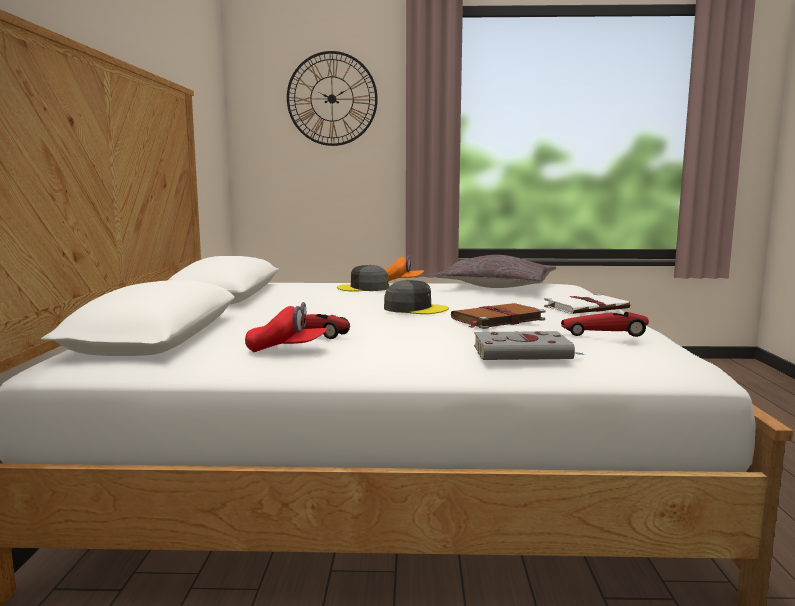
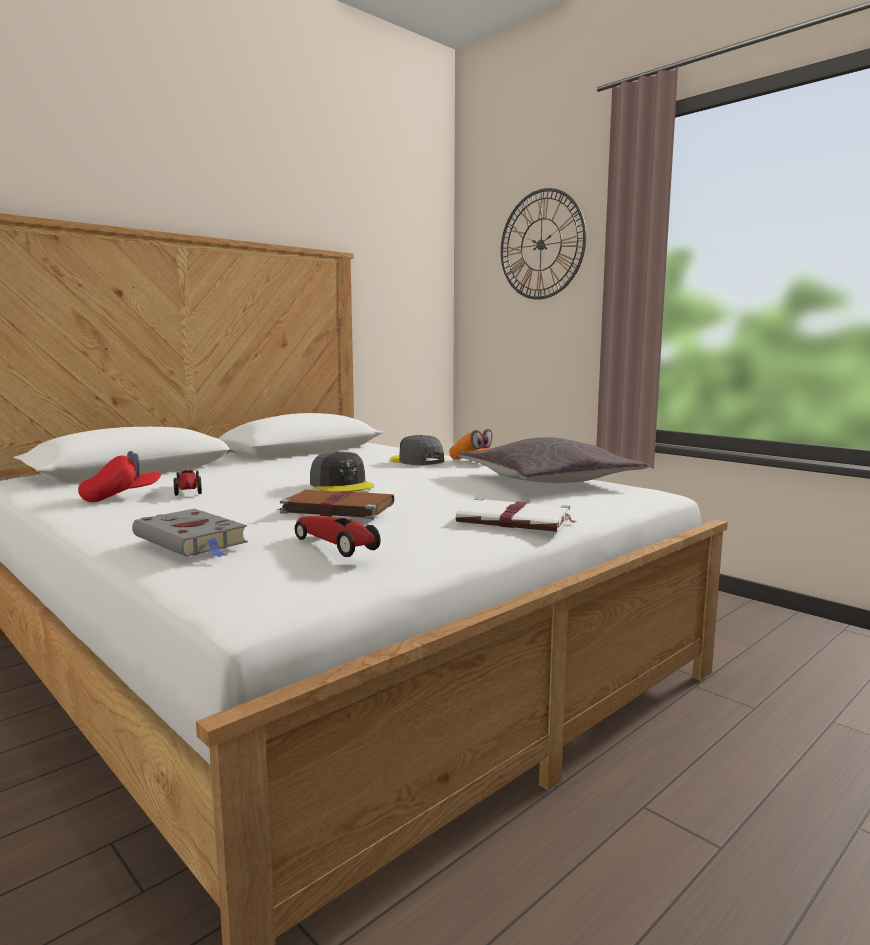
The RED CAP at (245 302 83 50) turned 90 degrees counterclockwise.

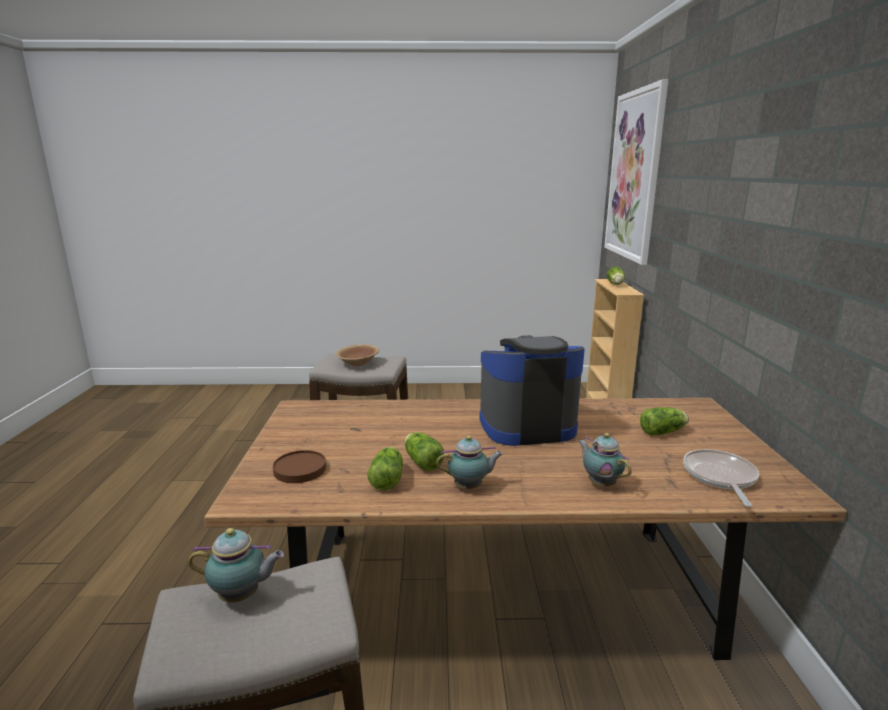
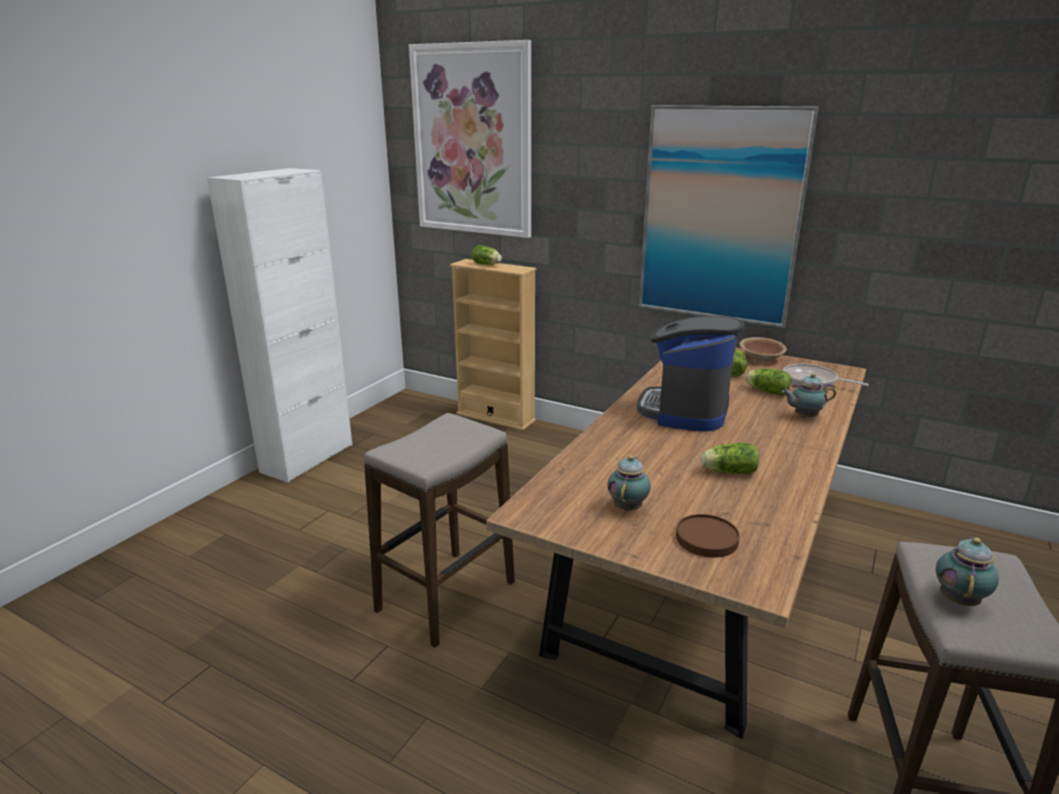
The BROWN BOWL moved from (336 344 43 22) to (740 337 47 25).
The LETTUCE moved from (367 447 36 43) to (745 368 46 28).
The TEAPOT moved from (436 435 67 54) to (608 455 43 56).
The WHITE CABINET at (207 168 145 315) appeared.
The PICTURE at (639 105 180 223) appeared.

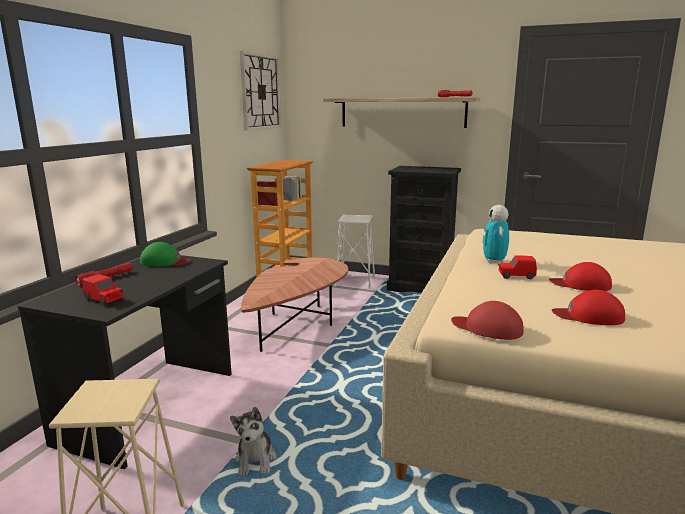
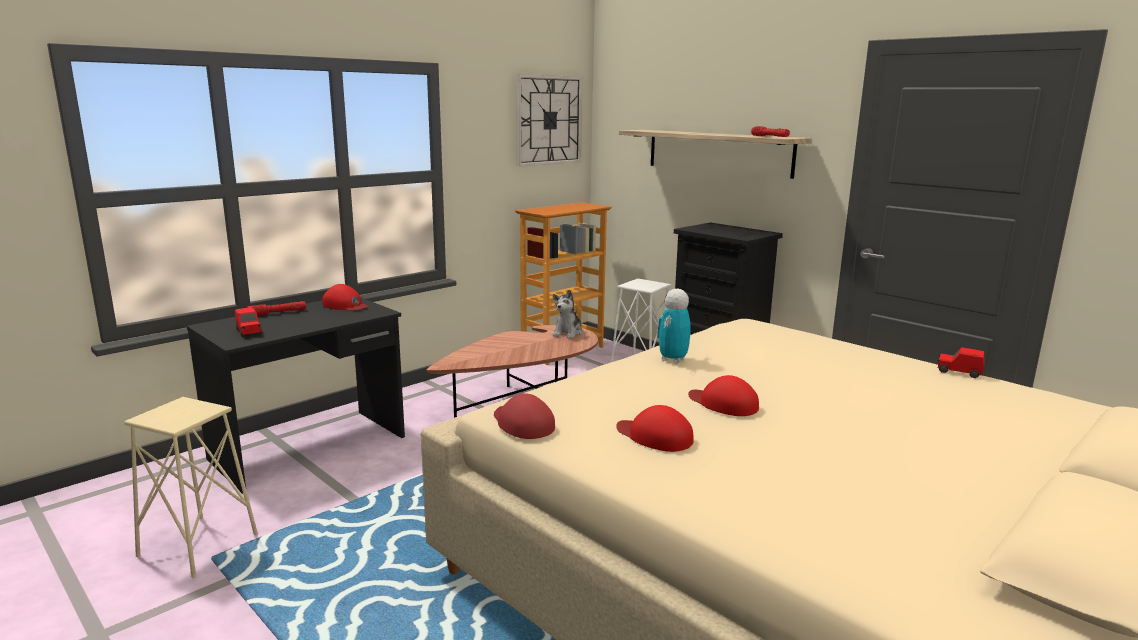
The GREEN CAP at (140 242 51 25) became the RED CAP at (322 284 47 27).
The PLUSH TOY moved from (230 407 46 68) to (553 290 30 49).
The RED TOY CAR moved from (498 255 39 24) to (938 347 47 31).

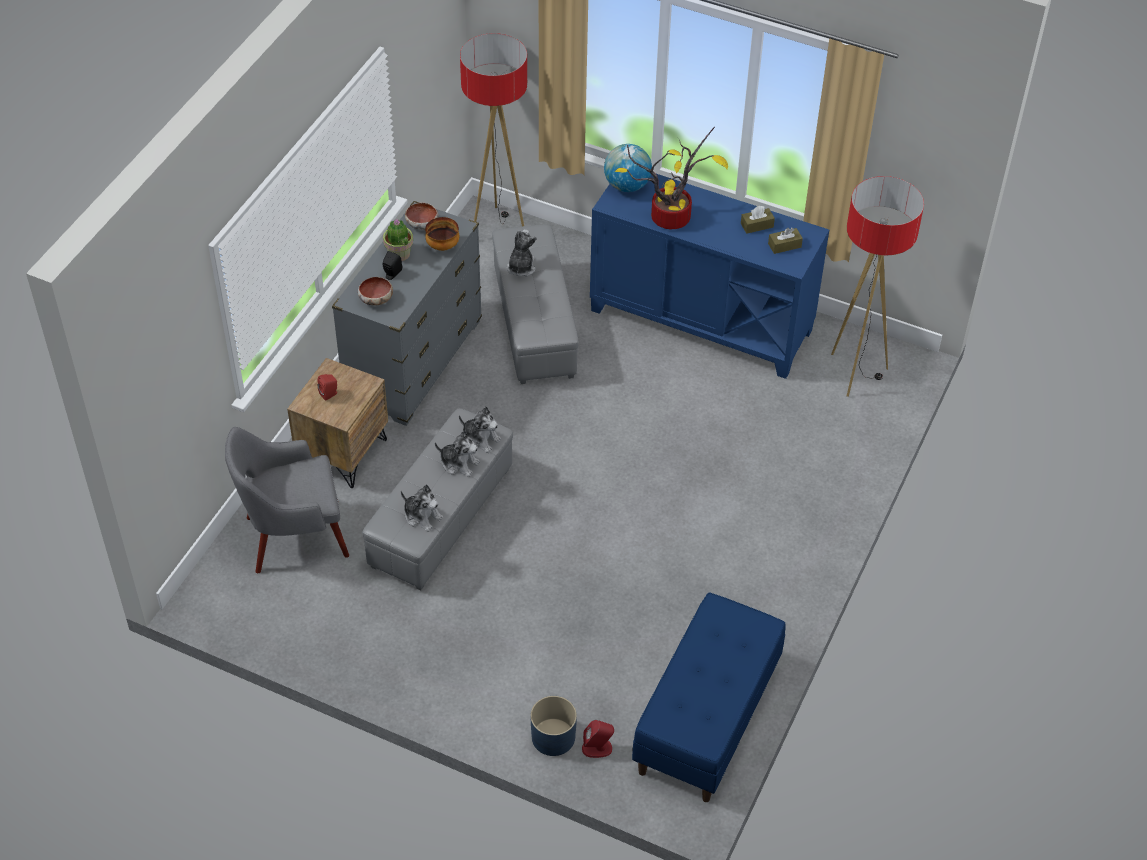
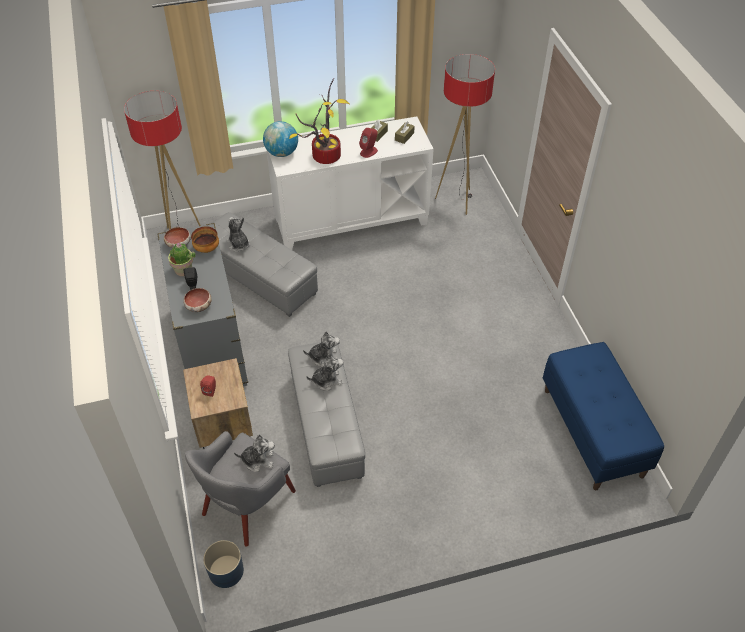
The PLUSH TOY moved from (401 485 42 47) to (234 434 41 38).
The BLUE PLANTER moved from (531 696 46 60) to (203 540 41 48).
The RED SPEAKER moved from (582 720 32 38) to (359 128 19 30).
The BLUE CABINET at (590 173 239 206) became the WHITE CABINET at (267 116 167 134).

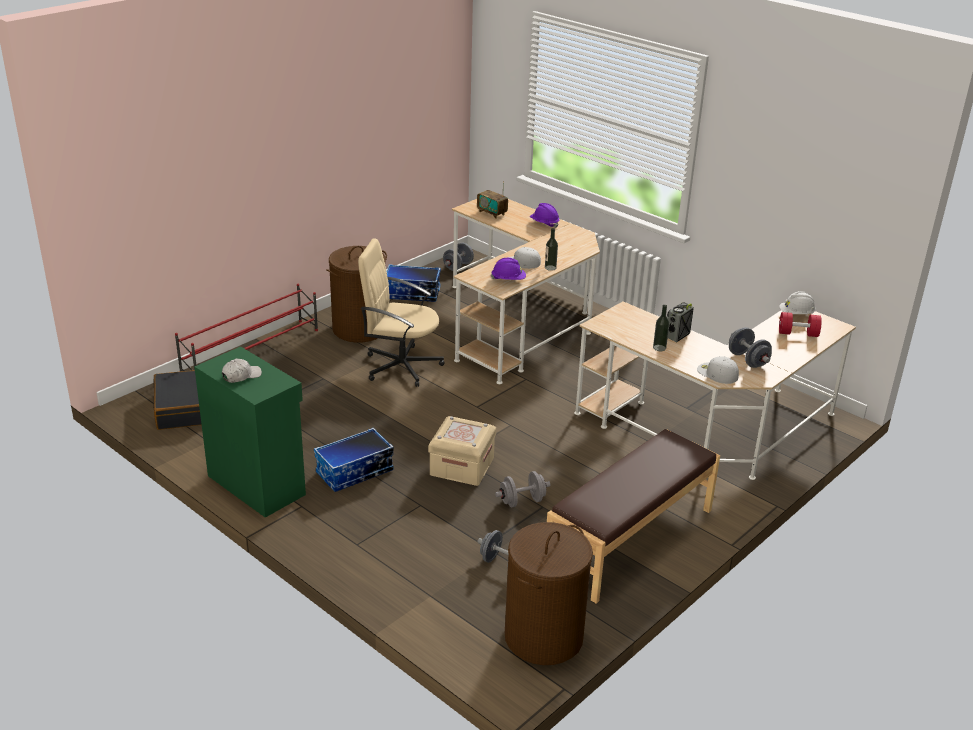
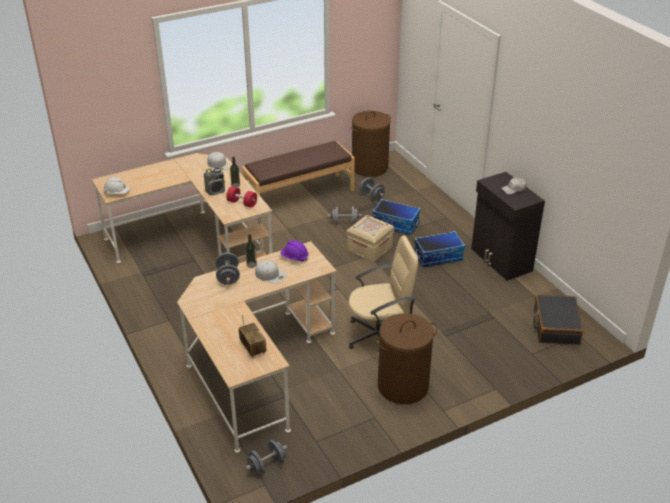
The RED SHOE RACK at (175 284 143 88) disappeared.
The GREEN CABINET at (194 346 112 172) became the BLACK CABINET at (471 172 74 109).
The BEIGE OFFICE CHAIR at (358 239 86 148) turned 45 degrees counterclockwise.
The STORAGE BOX moved from (386 264 55 38) to (372 199 49 36).
The PURPLE HARD HAT at (530 203 29 25) disappeared.
The GREY DUMBBELL moved from (729 327 43 41) to (215 252 25 33).
The RED DUMBBELL moved from (779 312 43 25) to (226 186 31 22).

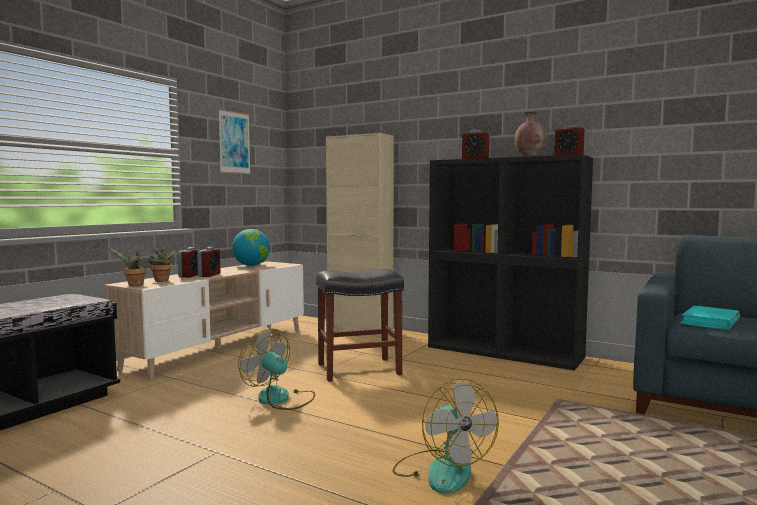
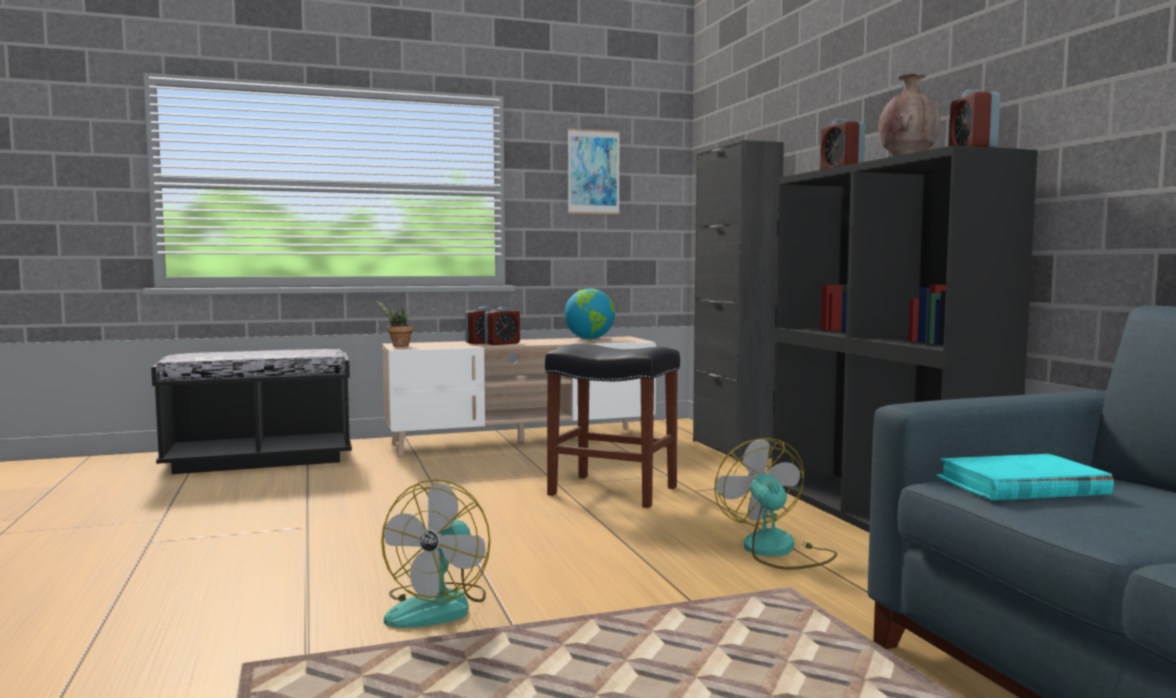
The POTTED PLANT at (148 244 29 38) disappeared.
The FAN moved from (238 329 77 81) to (714 438 124 132).
The BEIGE CABINET at (326 133 68 203) became the BLACK CABINET at (693 140 91 321).

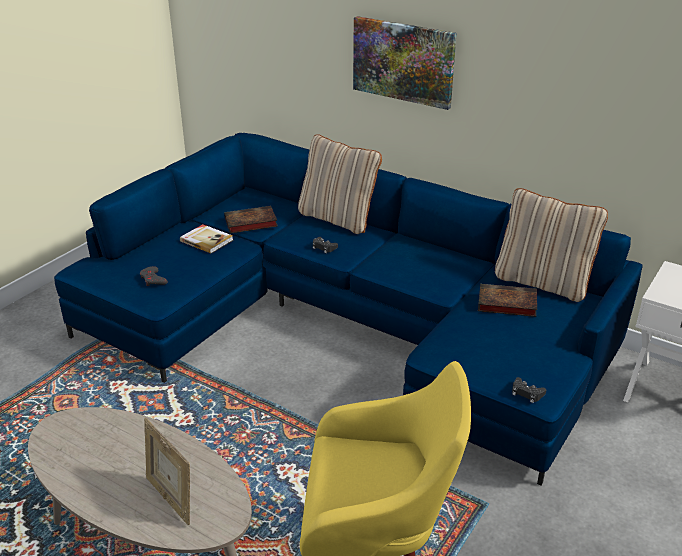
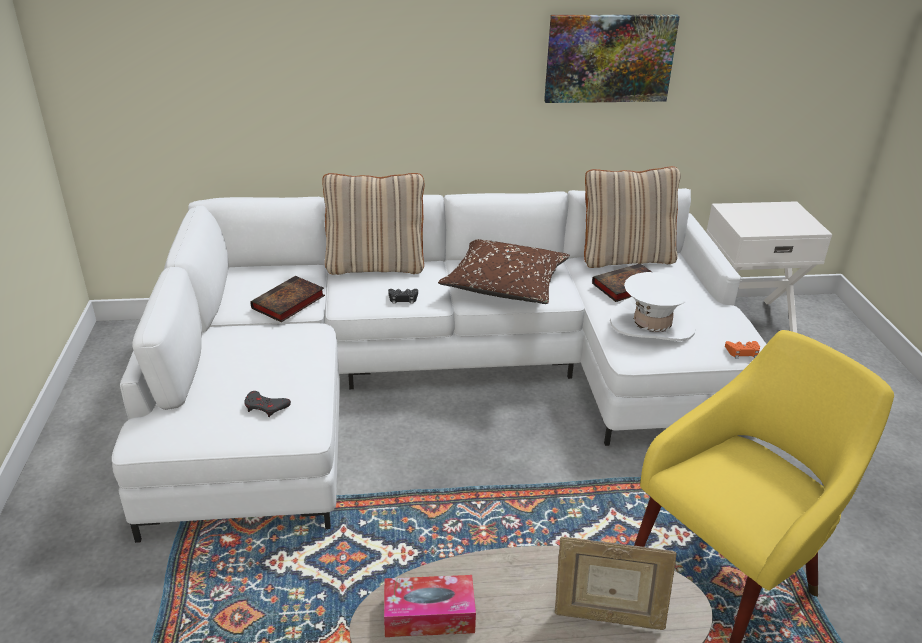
The BLUE SOFA at (54 133 589 353) became the WHITE SOFA at (112 188 654 355).
The BOOK at (180 224 53 29) disappeared.
The PICTURE moved from (353 16 104 94) to (544 15 136 88).
The BLACK GAME CONTROLLER at (512 377 34 26) became the ORANGE GAME CONTROLLER at (725 341 35 17).
The TISSUE BOX at (384 575 92 62) appeared.
The BROWN PILLOW at (438 239 132 65) appeared.
The WHITE HAT at (610 272 86 69) appeared.

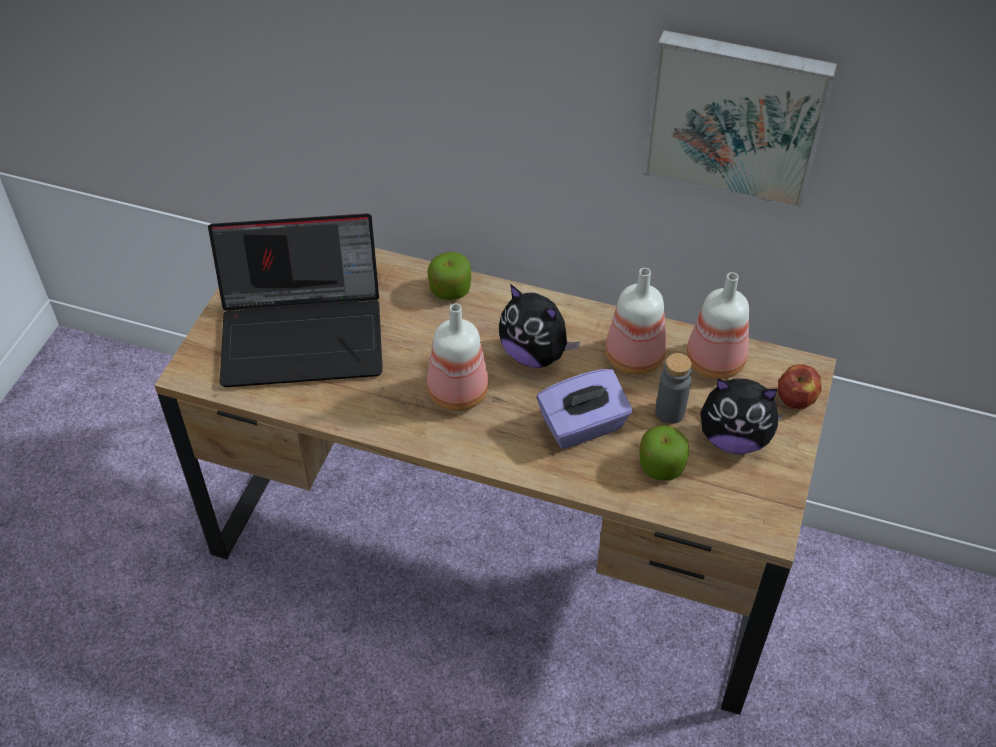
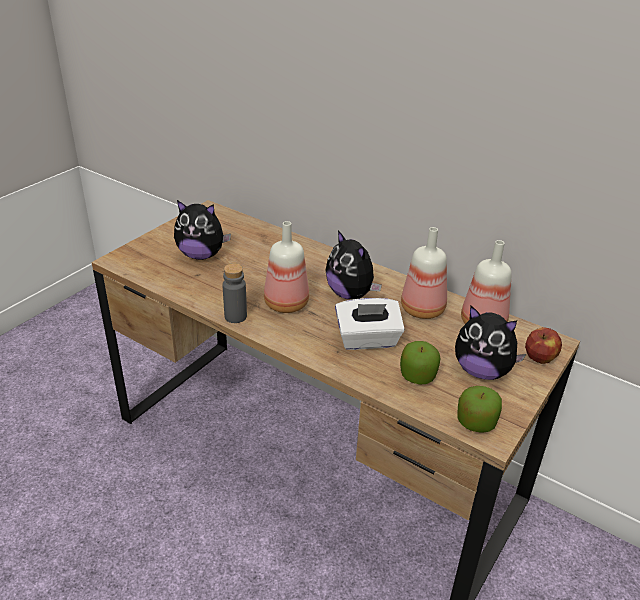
The LAPTOP at (208 214 175 173) was replaced by the PLUSH TOY at (174 200 57 60).
The APPLE moved from (428 252 43 48) to (457 386 45 47).
The PURPLE TISSUE BOX at (537 369 95 80) became the WHITE TISSUE BOX at (335 298 70 52).
The PICTURE at (643 30 194 179) disappeared.
The GREY BOTTLE moved from (655 353 36 71) to (222 263 25 60).

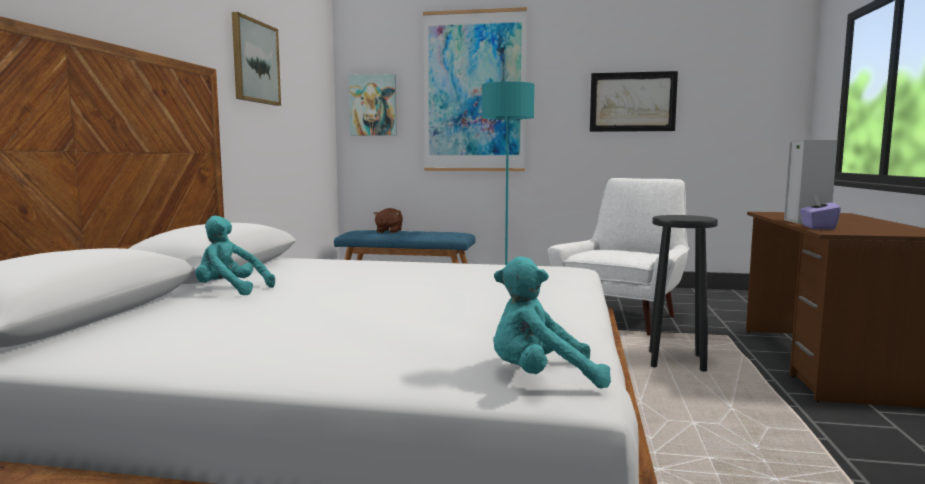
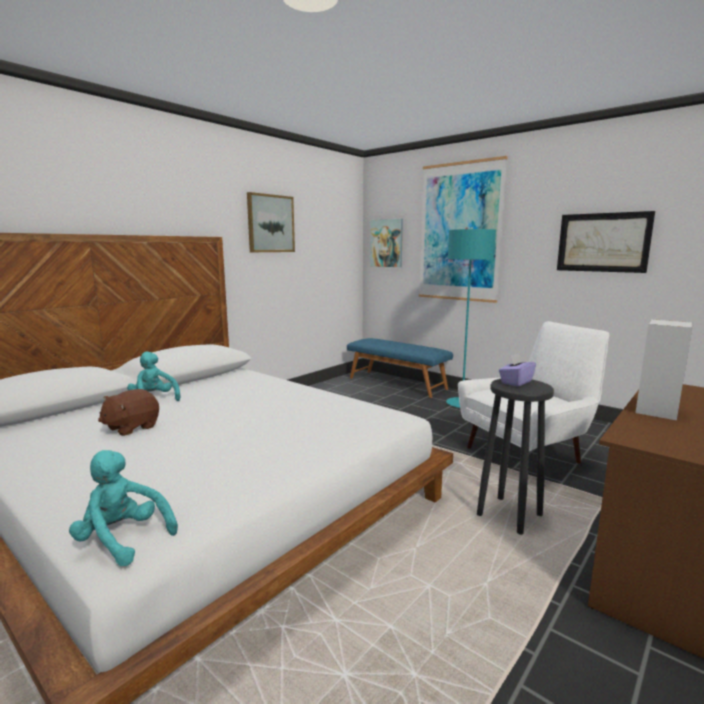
The BROWN PLUSH TOY moved from (373 208 30 25) to (98 389 61 47).
The PURPLE TISSUE BOX moved from (800 195 41 35) to (499 353 37 34).

